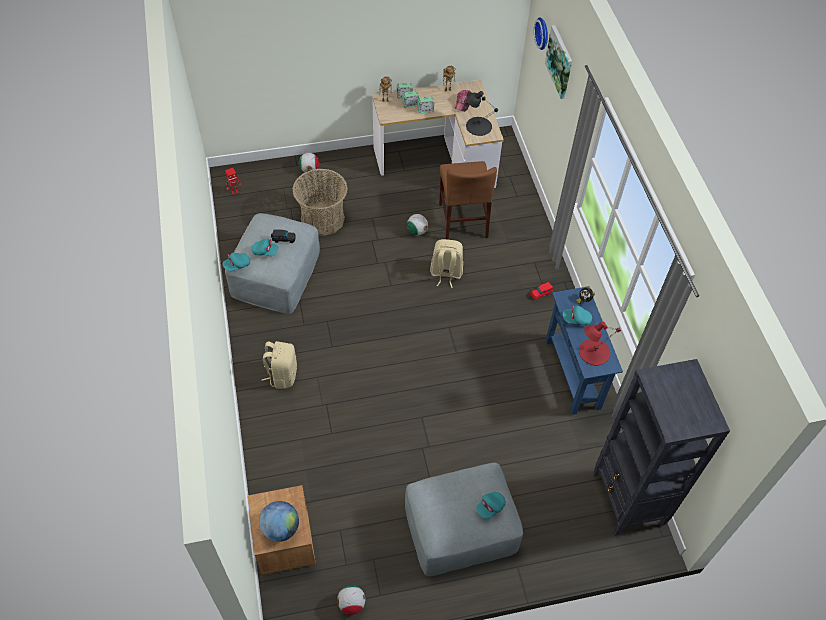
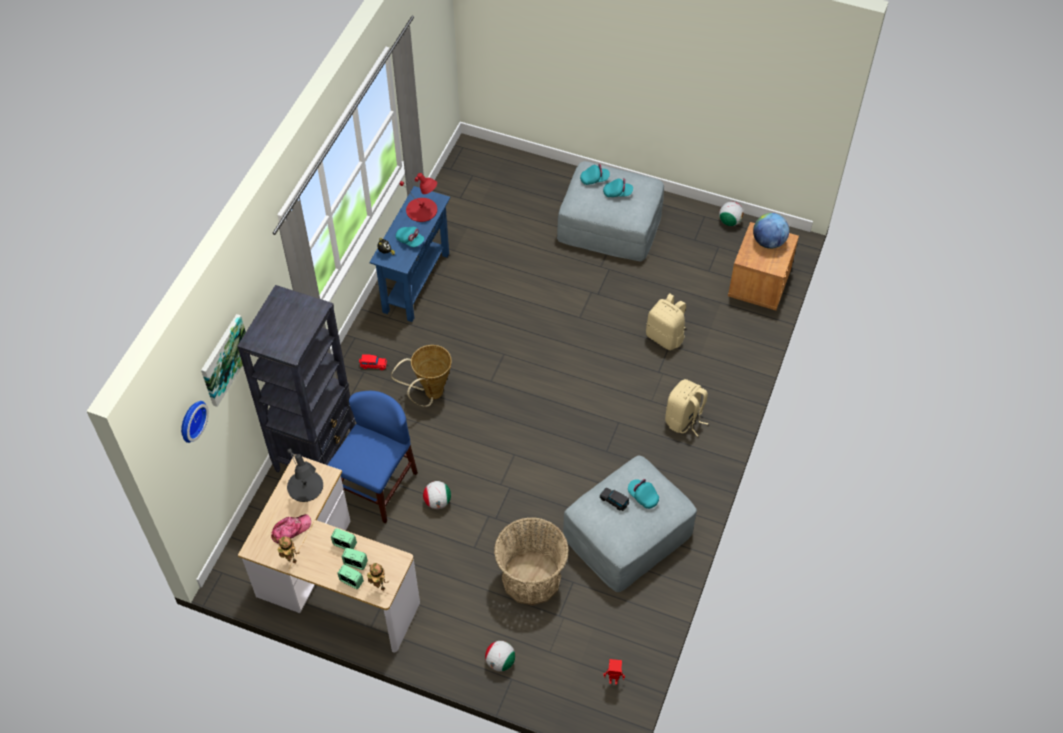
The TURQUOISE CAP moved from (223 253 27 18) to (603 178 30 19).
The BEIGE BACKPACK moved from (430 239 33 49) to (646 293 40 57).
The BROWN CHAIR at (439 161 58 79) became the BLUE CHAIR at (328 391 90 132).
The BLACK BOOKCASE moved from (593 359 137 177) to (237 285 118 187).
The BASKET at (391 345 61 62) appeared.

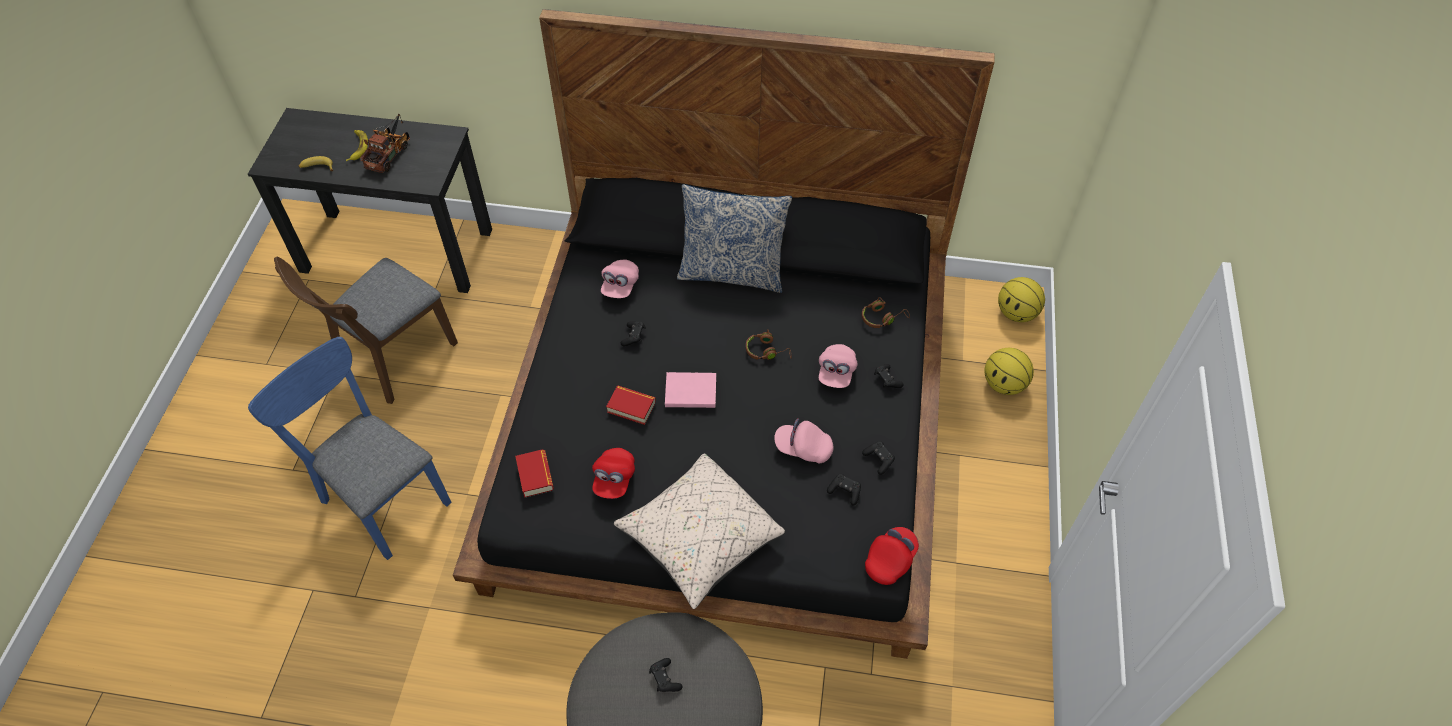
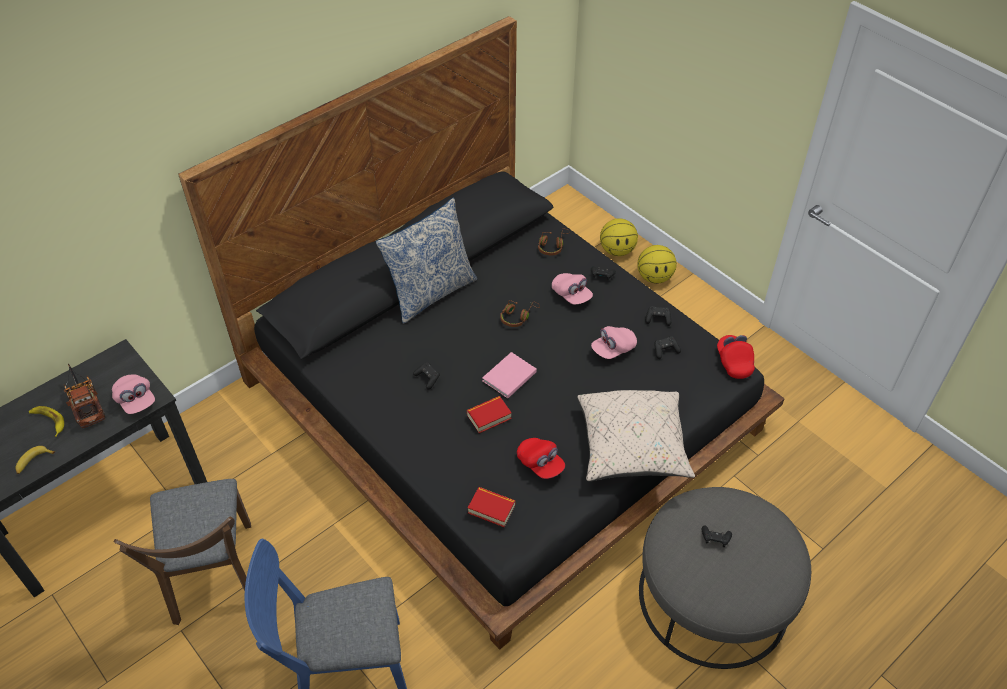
The PINK CAP moved from (601 260 38 38) to (112 374 43 40).
The BASKETBALL moved from (998 277 47 45) to (637 245 40 39).

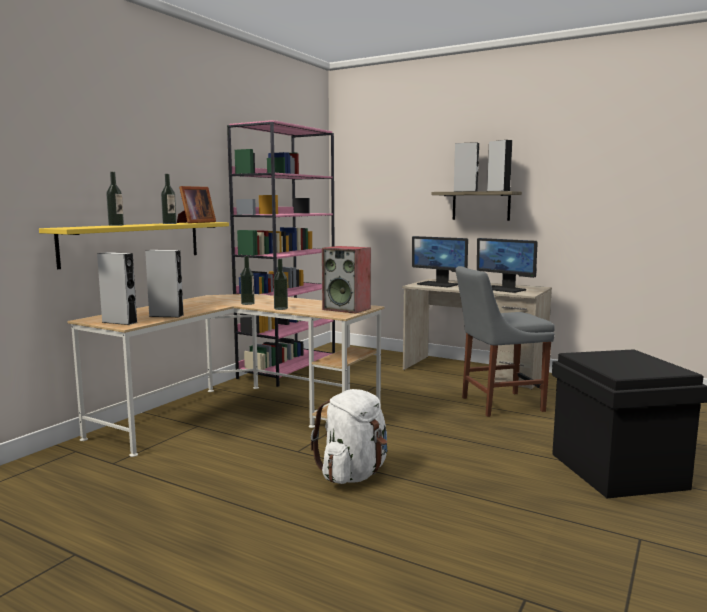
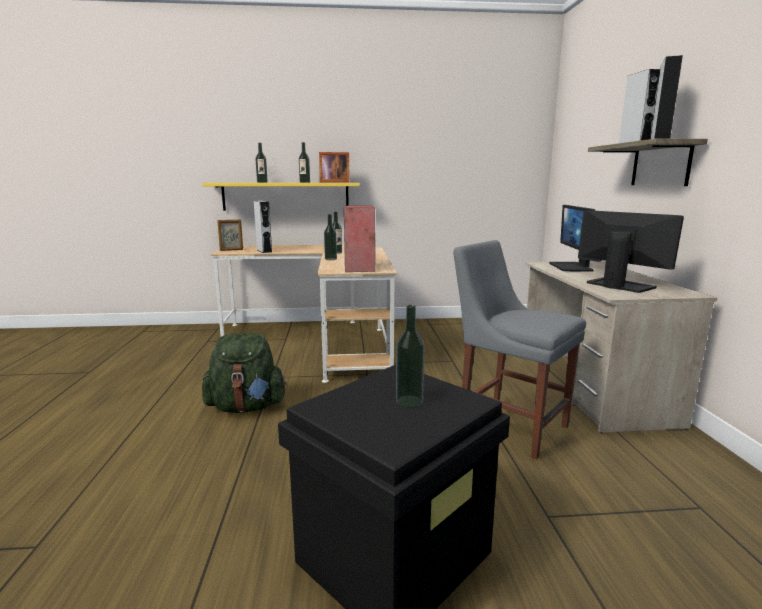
The GREY SPEAKER at (97 252 41 73) was replaced by the PICTURE FRAME at (217 220 26 31).
The PINK BOOKCASE at (227 120 108 267) disappeared.
The WHITE BACKPACK at (311 389 77 95) became the GREEN BACKPACK at (202 333 85 80).
The MONITOR at (477 238 61 55) turned 135 degrees clockwise.
The BOTTLE at (396 305 29 103) appeared.

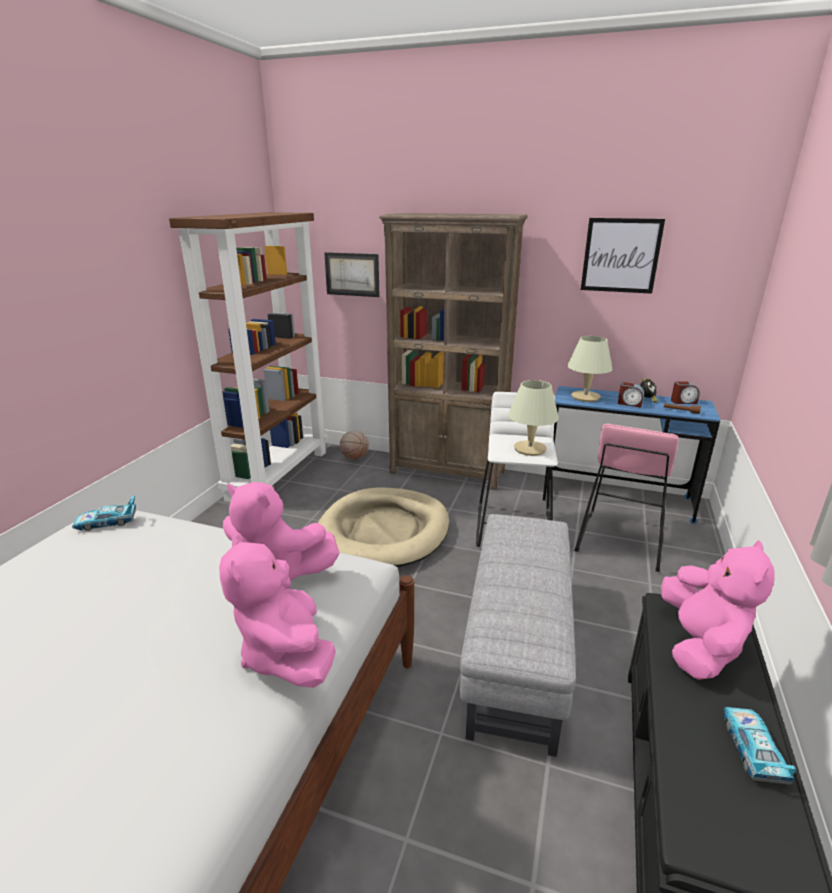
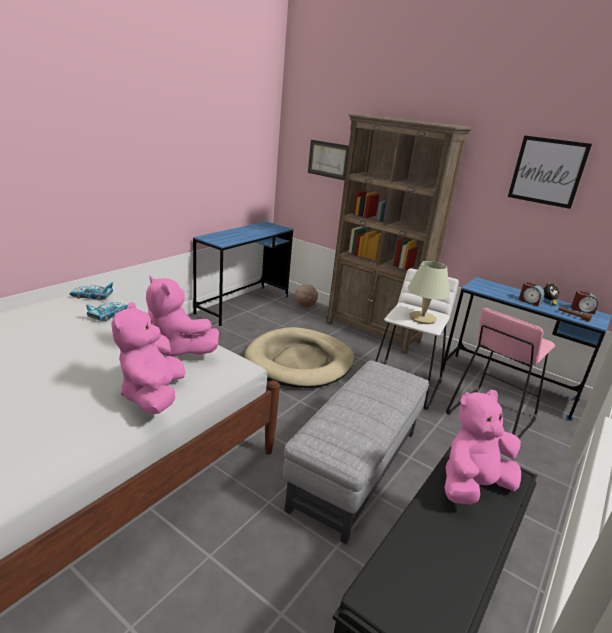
The BROWN BOOKCASE at (169 212 159 290) was replaced by the BLUE DESK at (193 221 100 105).
The BEIGE TABLE LAMP at (567 336 46 66) disappeared.
The PINK PLUSH TOY at (661 540 114 140) turned 150 degrees counterclockwise.
The TOY CAR moved from (723 707 74 78) to (86 302 42 19).

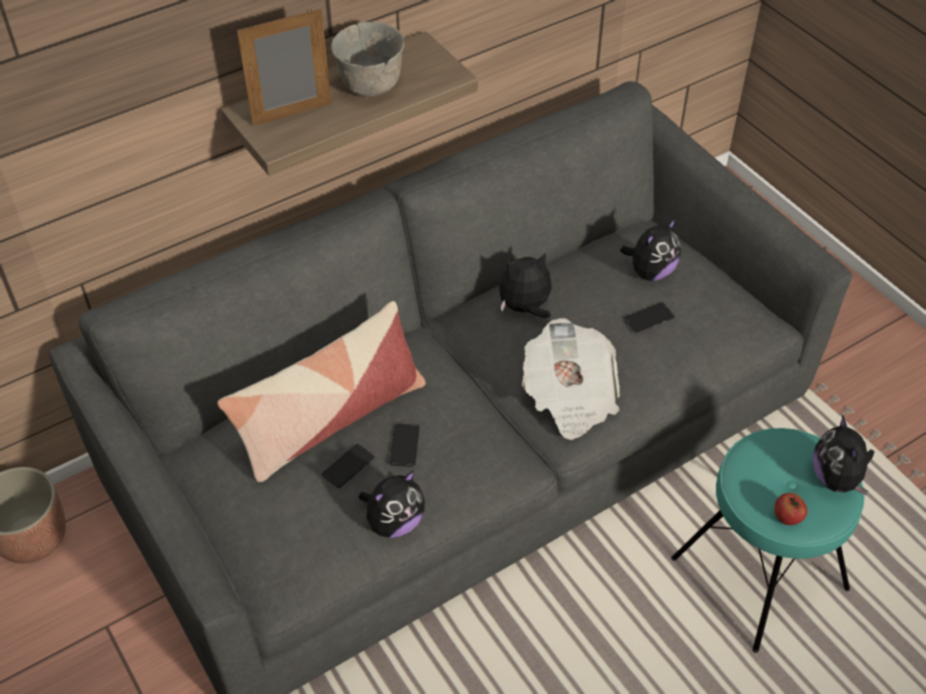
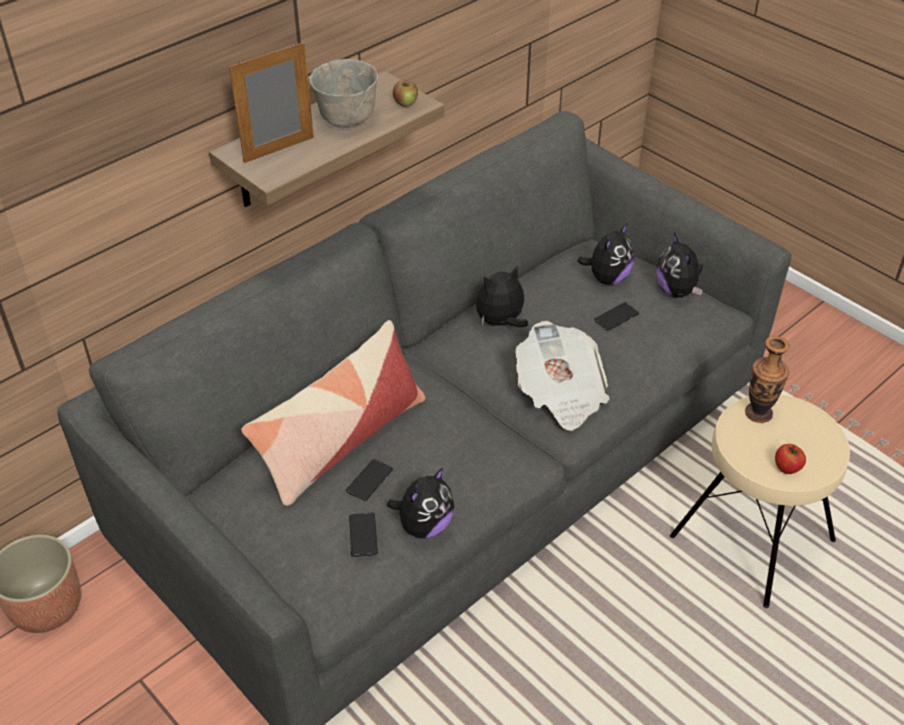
The PHONE moved from (390 424 30 43) to (349 513 29 44).
The TURQUOISE STOOL at (671 428 193 225) became the BEIGE STOOL at (670 395 180 213).
The PLUSH TOY moved from (813 414 61 82) to (656 233 47 65).
The APPLE at (393 80 25 27) appeared.
The VASE at (745 336 44 87) appeared.

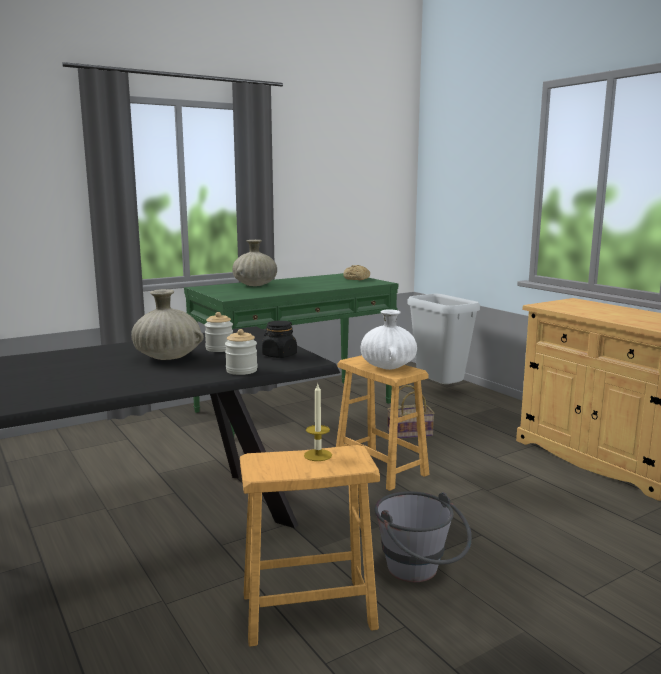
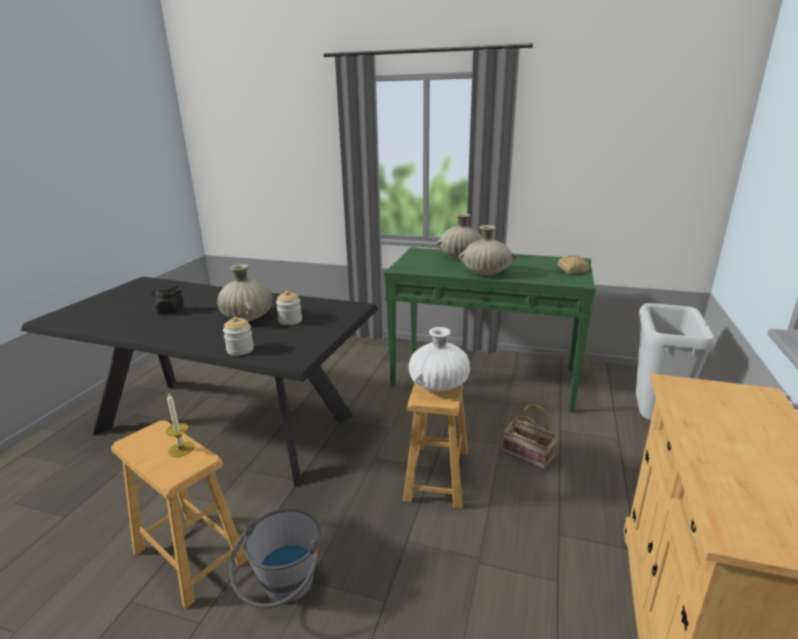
The BLACK JAR moved from (262 321 35 37) to (151 284 33 30).
The BEIGE VASE at (459 225 57 50) appeared.

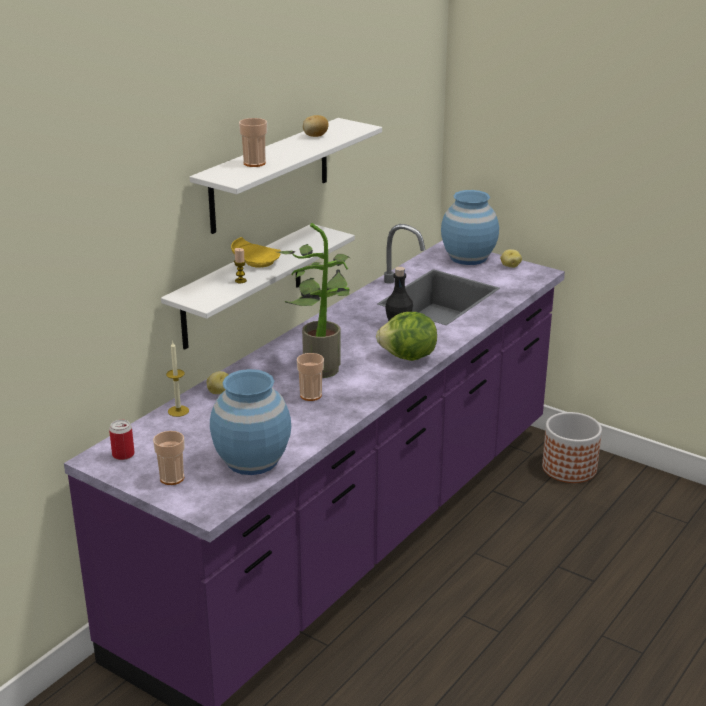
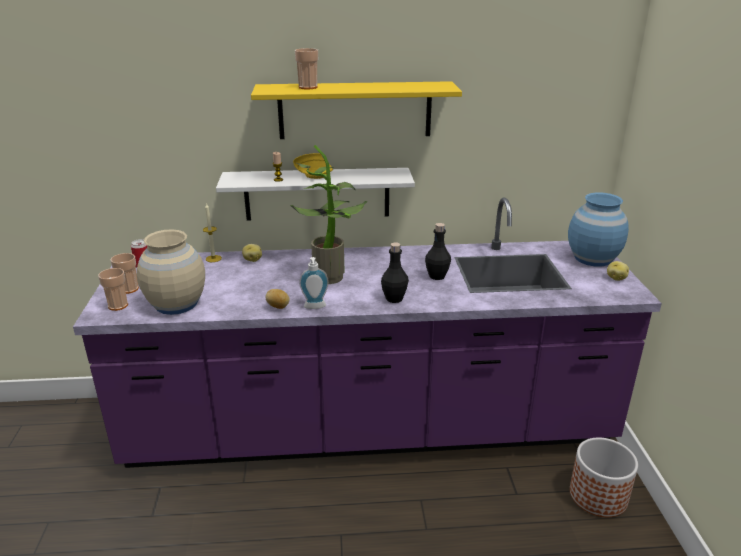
The WHITE SHELF at (190 118 192 116) became the YELLOW SHELF at (251 81 211 58).
The BLUE VASE at (210 369 81 106) became the BEIGE VASE at (137 229 68 86).
The CUP moved from (297 353 27 48) to (98 268 30 43).
The POTATO moved from (303 115 26 22) to (266 289 24 20).
The LETTUCE at (376 312 61 49) was replaced by the BLACK BOTTLE at (381 242 28 61).
The SOAP DISPENSER at (299 257 30 52) appeared.

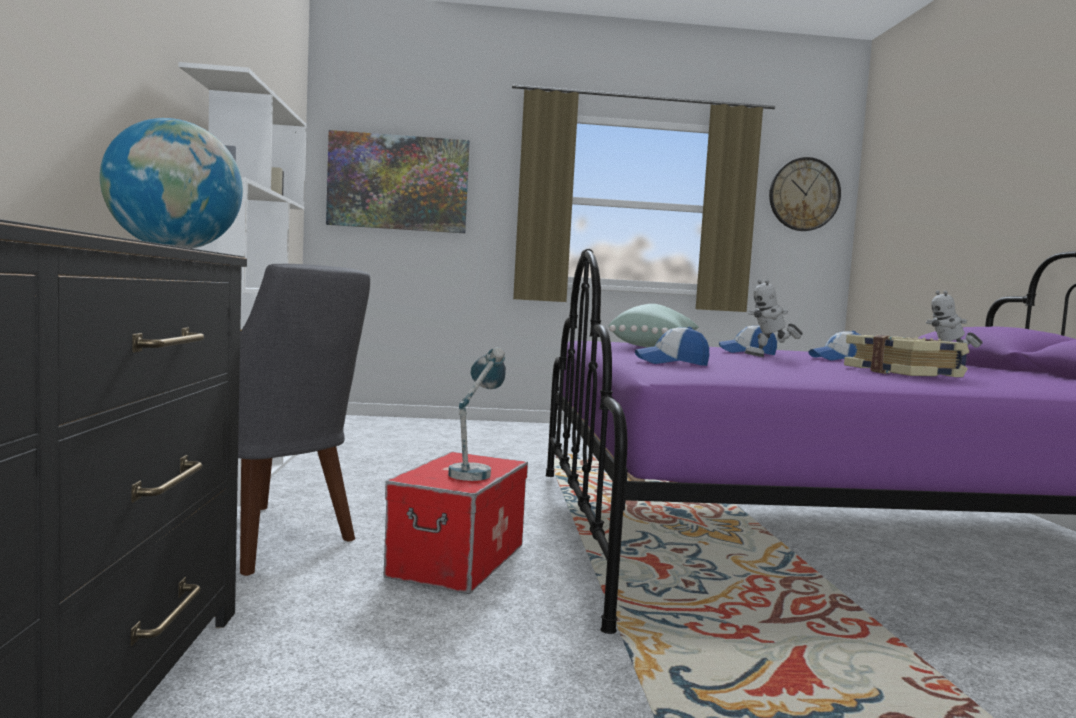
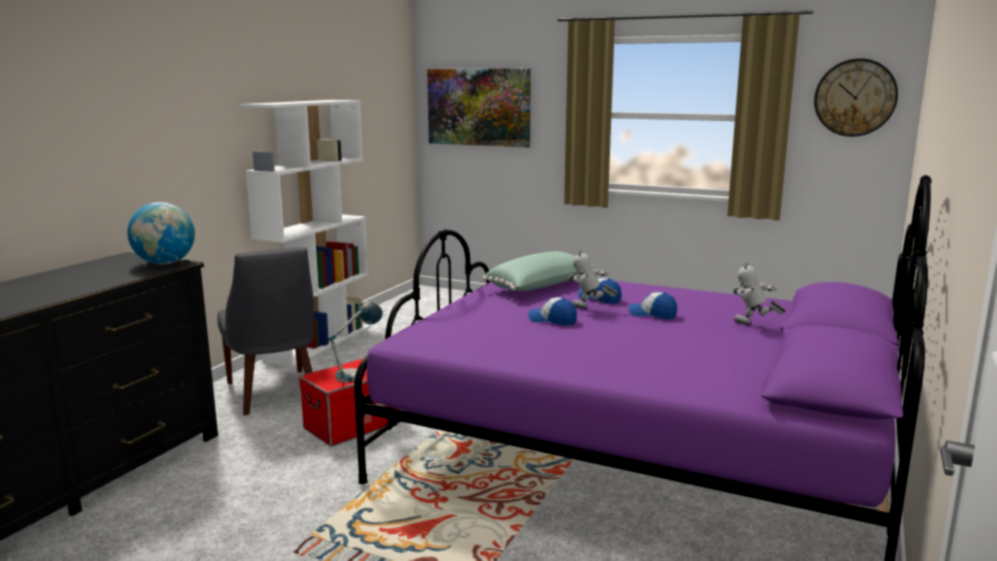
The CAP moved from (635 327 74 39) to (528 297 49 29).
The BOOK at (844 334 125 43) disappeared.

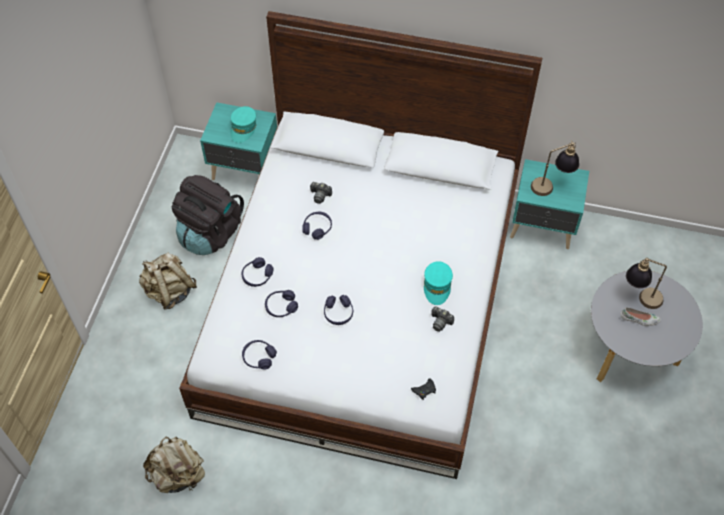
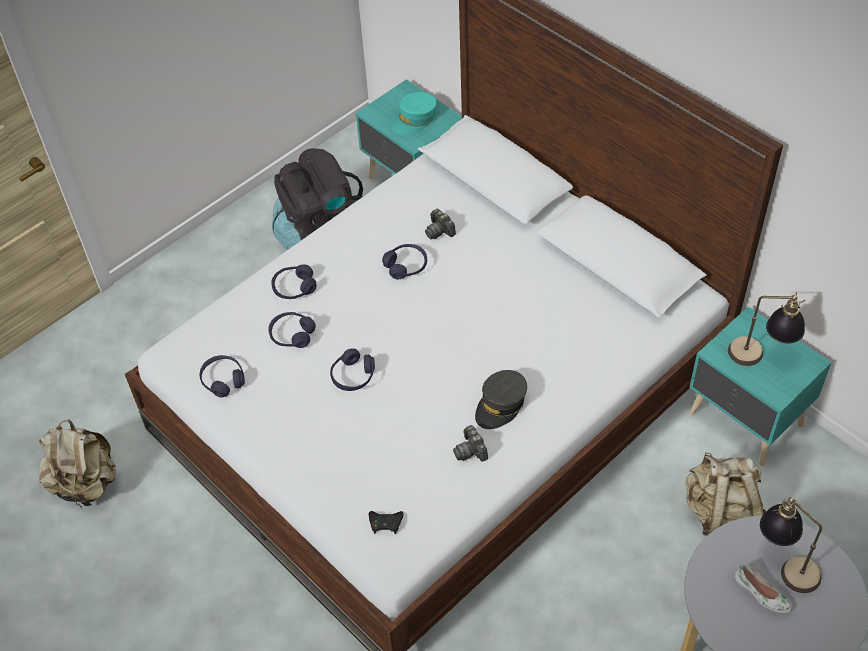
The BEIGE BACKPACK moved from (139 252 58 58) to (686 453 80 83).
The TURQUOISE CAP at (424 261 29 44) became the GREY CAP at (475 370 52 59).

